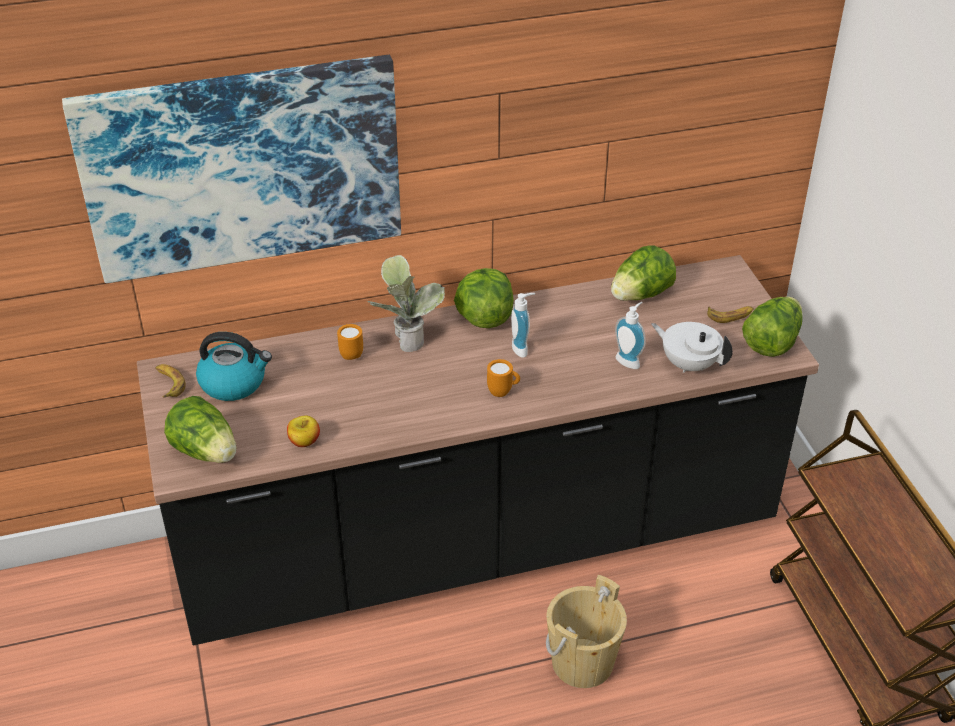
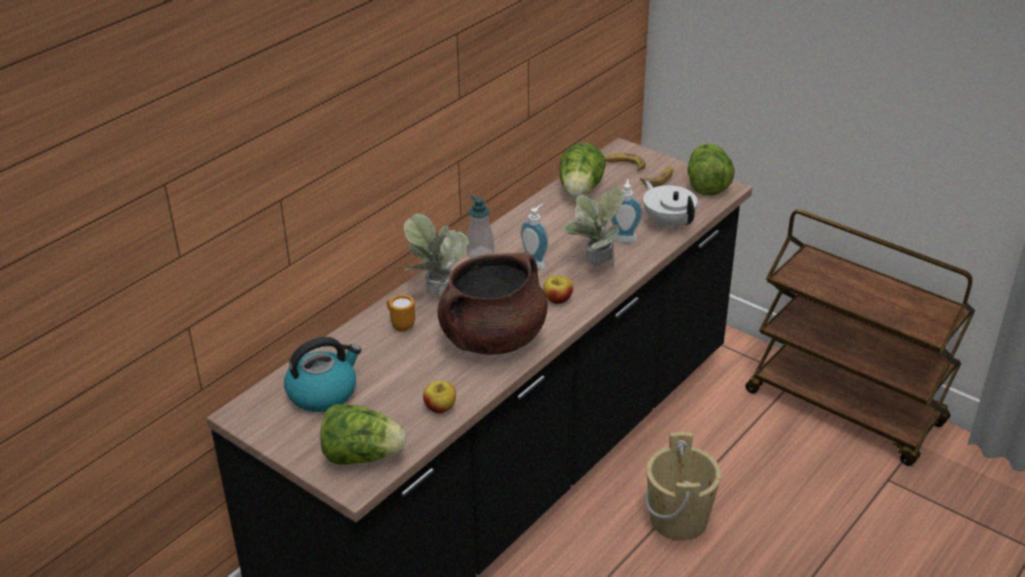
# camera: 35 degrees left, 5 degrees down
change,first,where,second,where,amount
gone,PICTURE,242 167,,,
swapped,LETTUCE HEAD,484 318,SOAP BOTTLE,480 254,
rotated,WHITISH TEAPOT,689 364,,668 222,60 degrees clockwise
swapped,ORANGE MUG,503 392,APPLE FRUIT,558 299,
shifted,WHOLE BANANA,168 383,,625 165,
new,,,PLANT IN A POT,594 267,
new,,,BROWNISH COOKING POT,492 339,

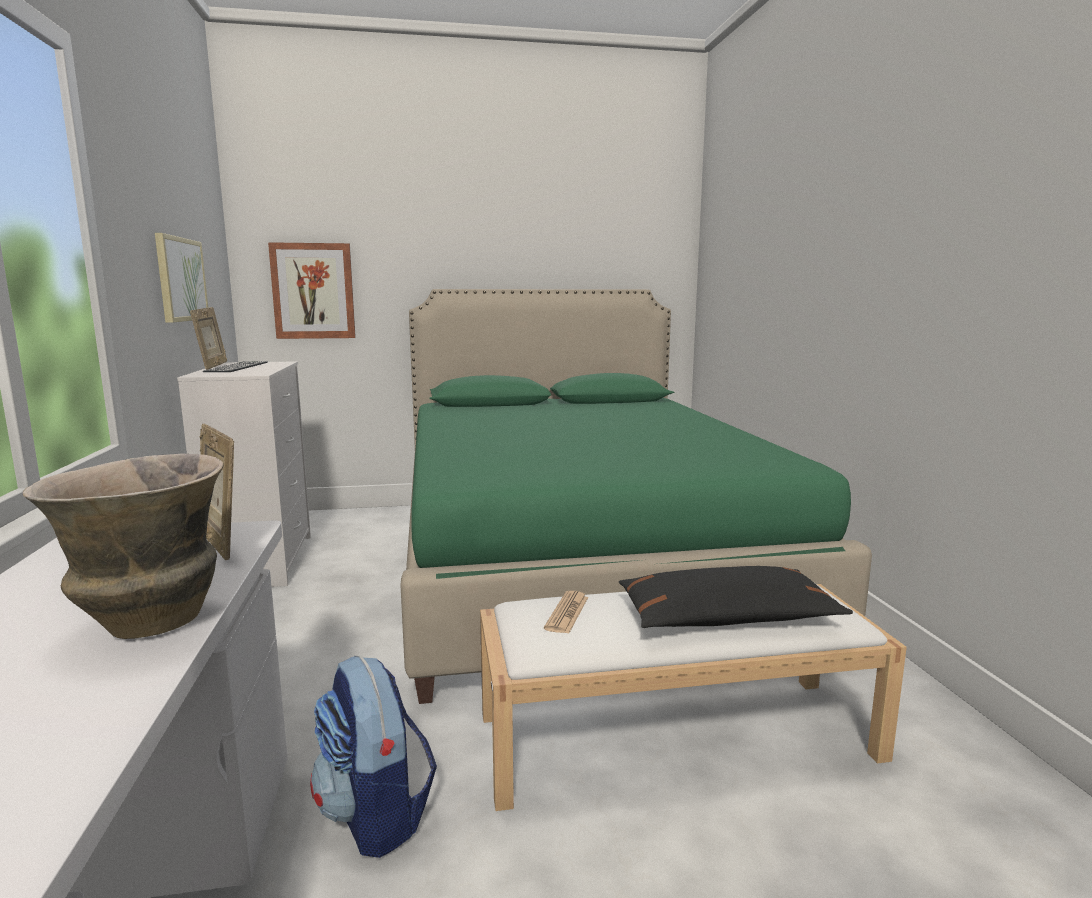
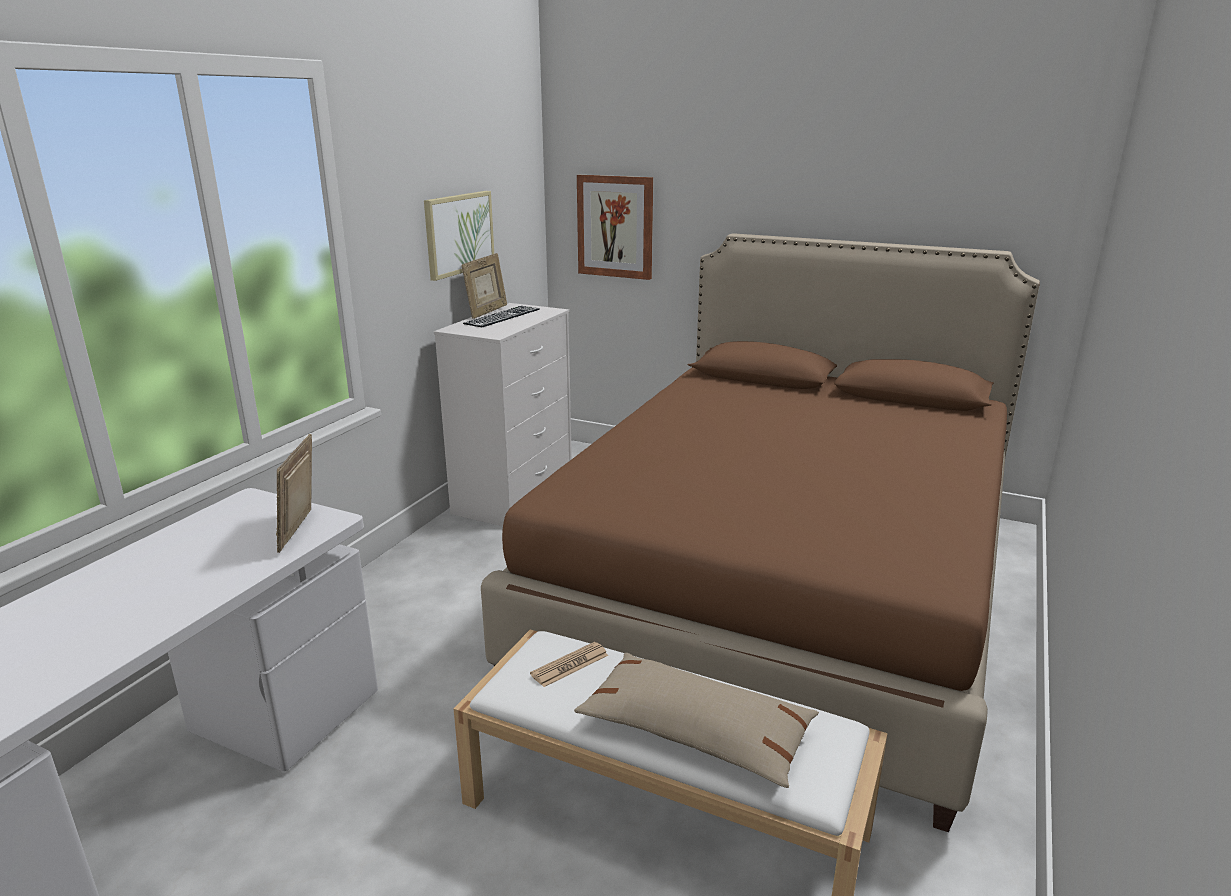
# camera: 35 degrees right, 10 degrees up
change,first,where,second,where,amount
repainted,GREENISH BEDROOM BED,577 564,BROWNISH BEDROOM BED,782 589,
gone,DECORATIVE VASE,149 624,,,
repainted,BLACKISH PILLOW,726 618,BEIGE PILLOW,695 732,
gone,RUCKSACK,376 815,,,

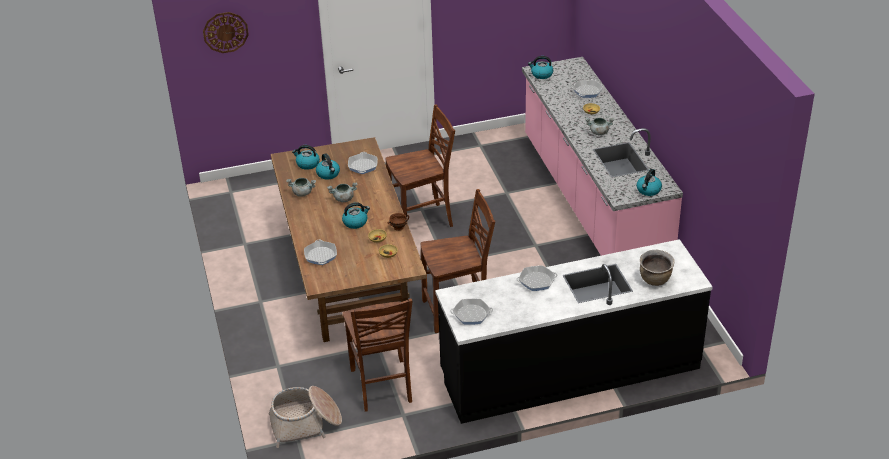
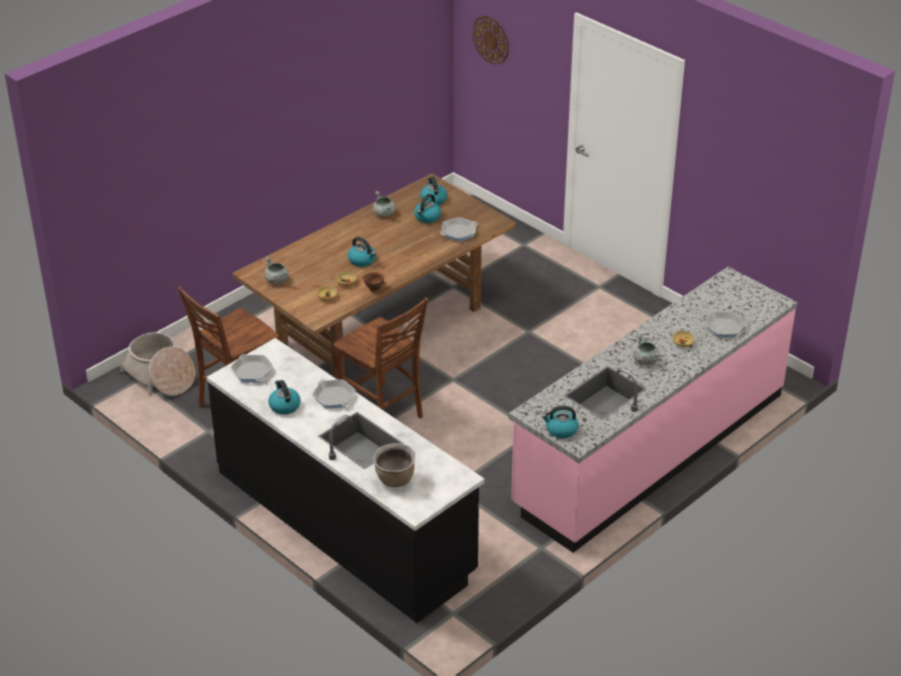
# camera: 60 degrees right, 0 degrees up
change,first,where,second,where,amount
shifted,TEA KETTLE,541 74,,284 406,
gone,BROWNISH PLAIN CHAIR,422 221,,,
shifted,GREYISH COOKING POT,343 199,,276 280,
gone,FRYING PAN,320 255,,,

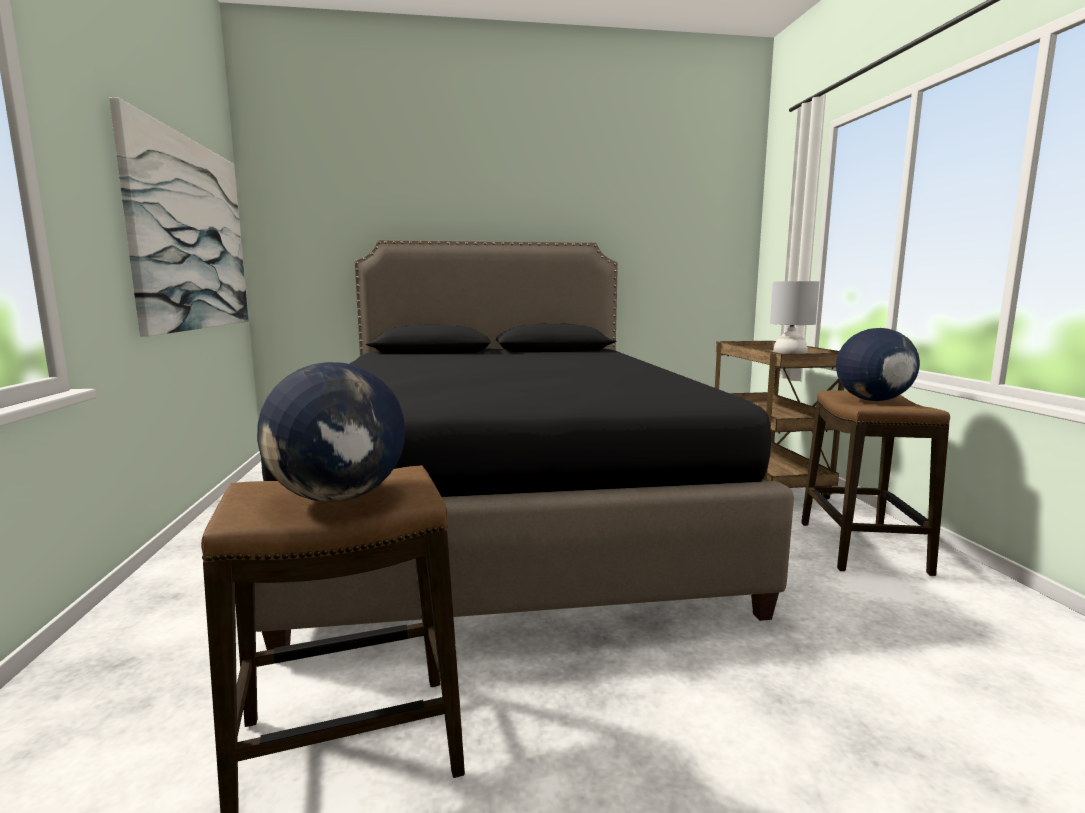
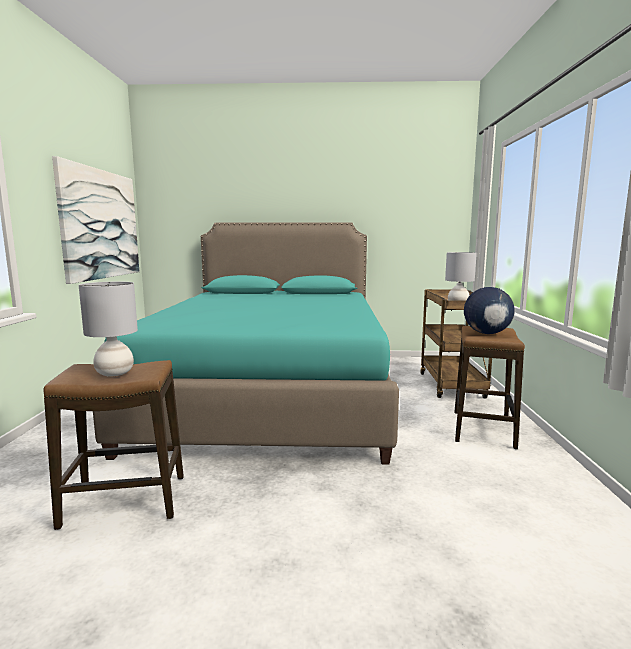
# camera: 10 degrees right, 0 degrees up
change,first,where,second,where,amount
repainted,BLACKISH BEDROOM BED,505 511,BLUE-GREEN BEDROOM BED,271 393,
swapped,WORLD GLOBE,339 498,GREYISH TABLETOP LAMP,115 373,

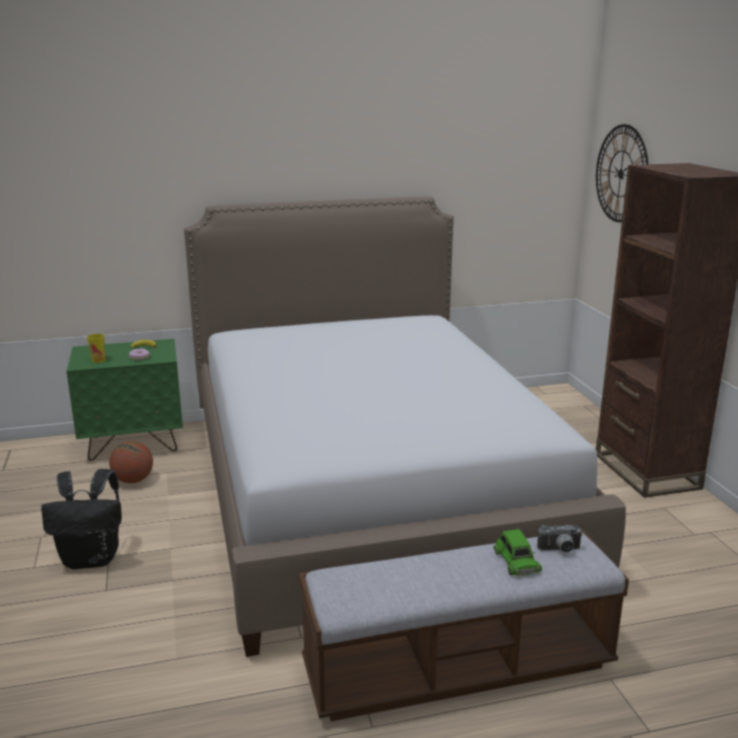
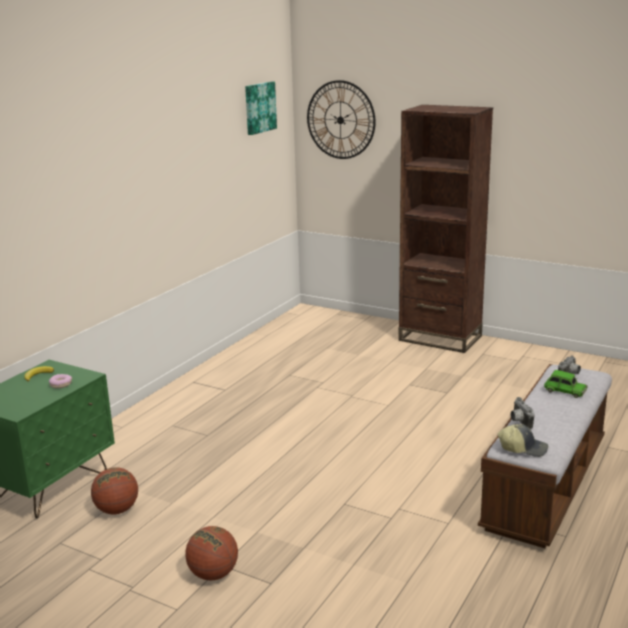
# camera: 45 degrees left, 0 degrees up
change,first,where,second,where,amount
gone,BEDROOM BED,369 493,,,
gone,SMALL CUP,98 360,,,
swapped,BLACKISH RUCKSACK,92 559,BALL FOR BASKETBALL,213 574,
new,,,PICTURE,259 107,
new,,,PHOTO CAMERA,519 421,
new,,,CAP,523 448,

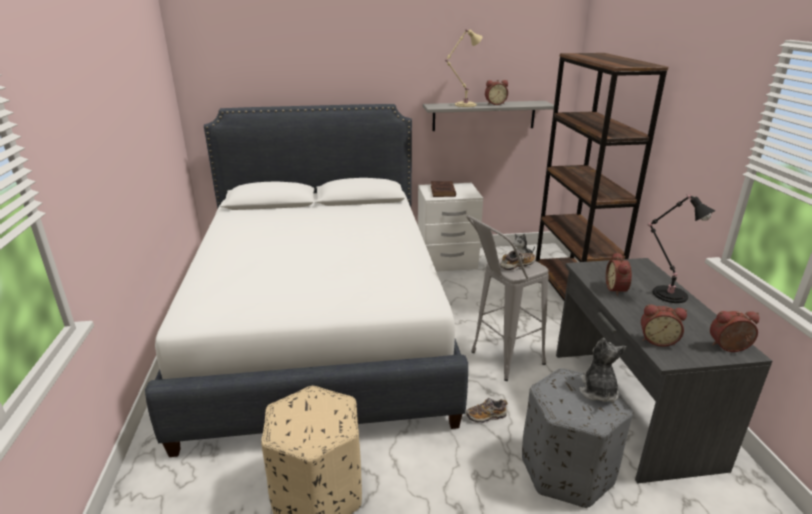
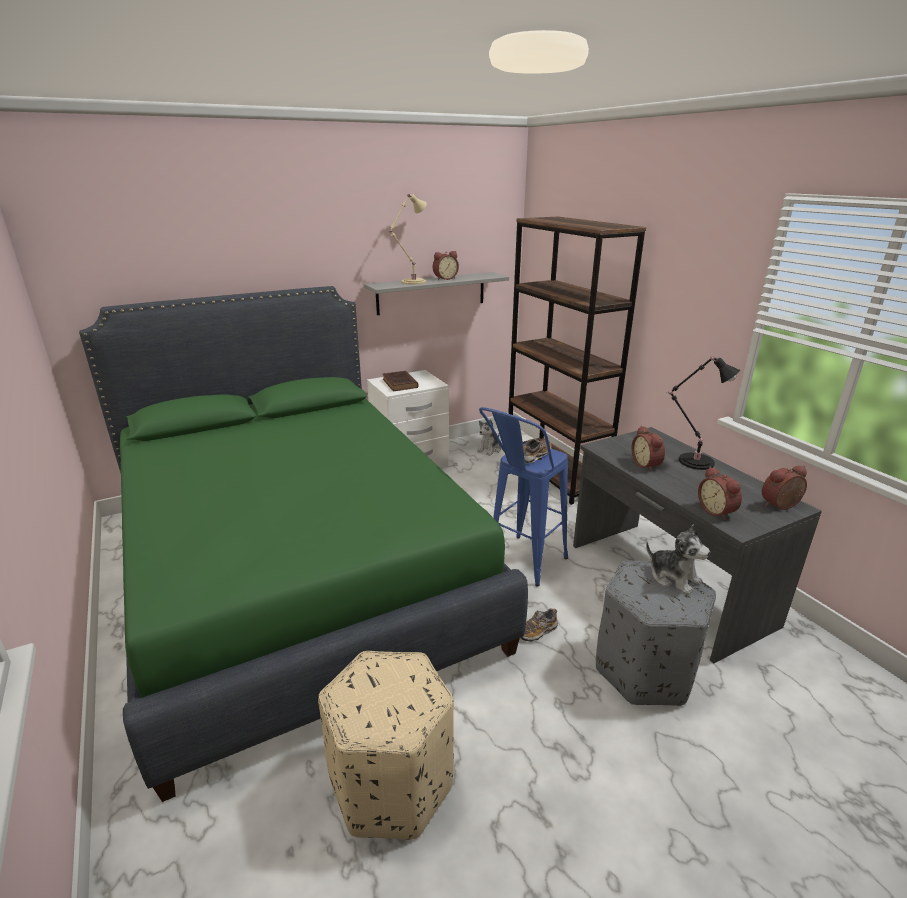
# camera: 20 degrees left, 0 degrees up
change,first,where,second,where,amount
repainted,WHITISH BEDROOM BED,320 328,GREENISH BEDROOM BED,297 572,
repainted,GREYISH SITTING STOOL,499 361,BLUISH SITTING STOOL,520 566,
rotated,TABLE CLOCK,657 340,,717 511,75 degrees clockwise
rotated,SOFT TOY,598 391,,673 577,150 degrees clockwise

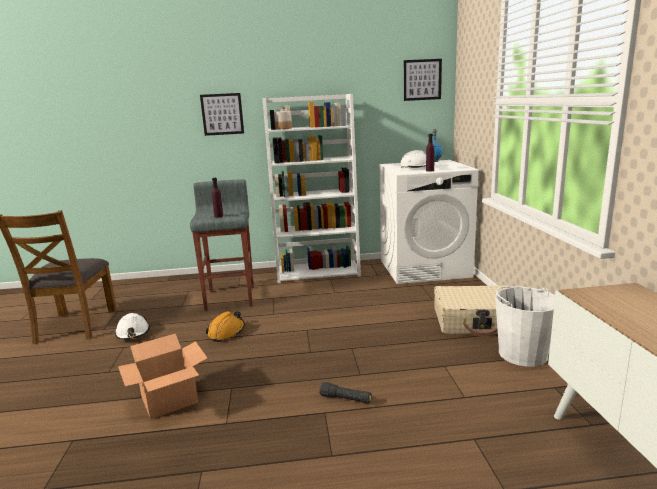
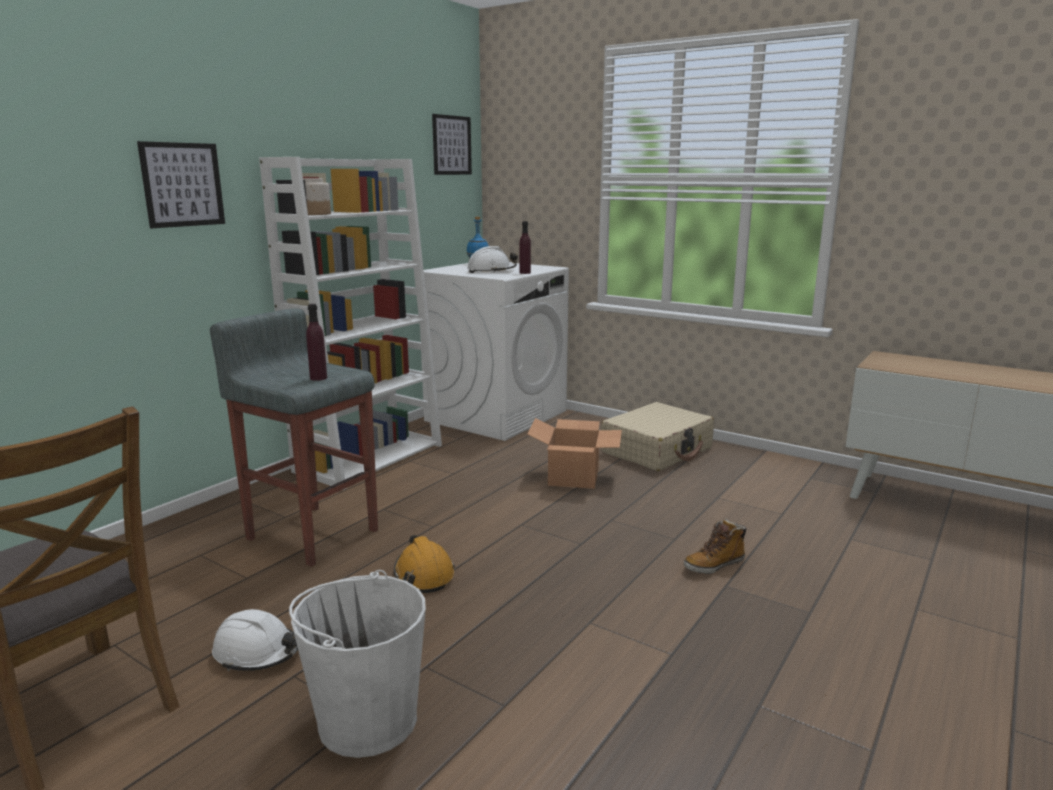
# camera: 50 degrees left, 0 degrees up
change,first,where,second,where,amount
shifted,WHITISH PAIL,522 354,,367 720,
shifted,PACKING BOX,170 399,,573 477,
swapped,BLACKISH TORCH,345 399,HIGH-TOP BOOT,714 565,

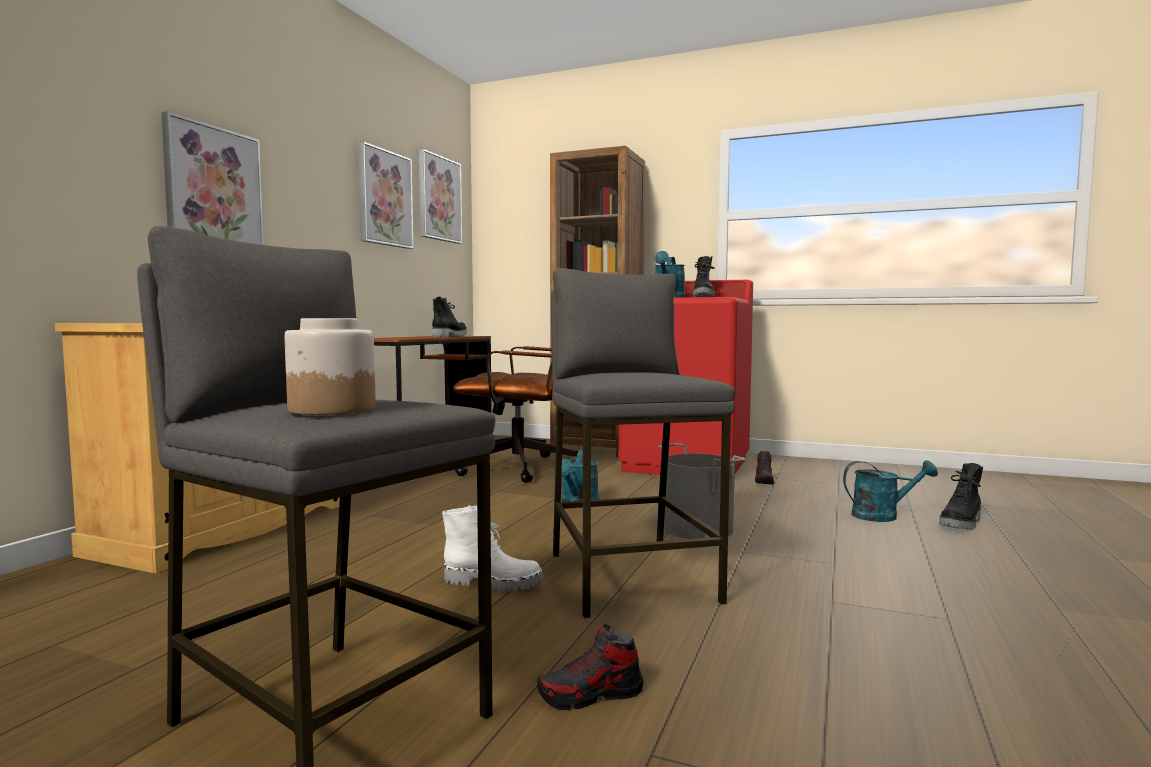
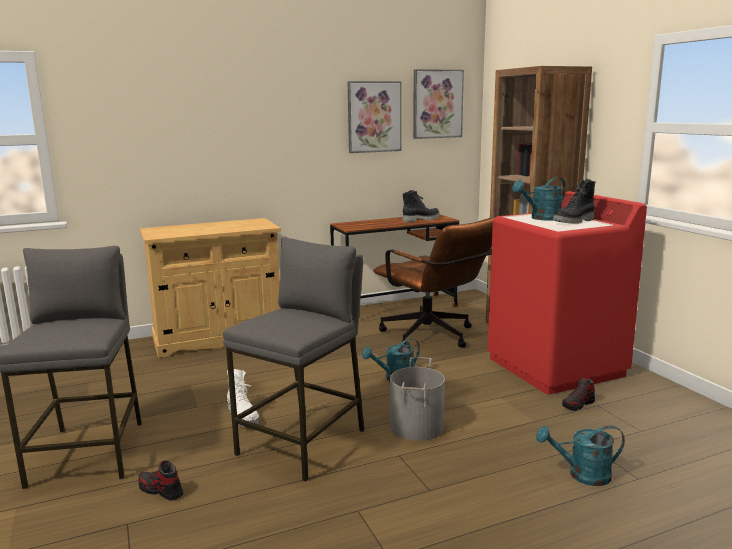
# camera: 45 degrees right, 10 degrees up
change,first,where,second,where,amount
gone,PICTURE,213 192,,,
gone,STORAGE JAR,331 409,,,
rotated,BLUE-GREEN WATERING CAN,882 516,,582 475,135 degrees clockwise
gone,BLACKISH HIGH-TOP BOOT,962 524,,,

